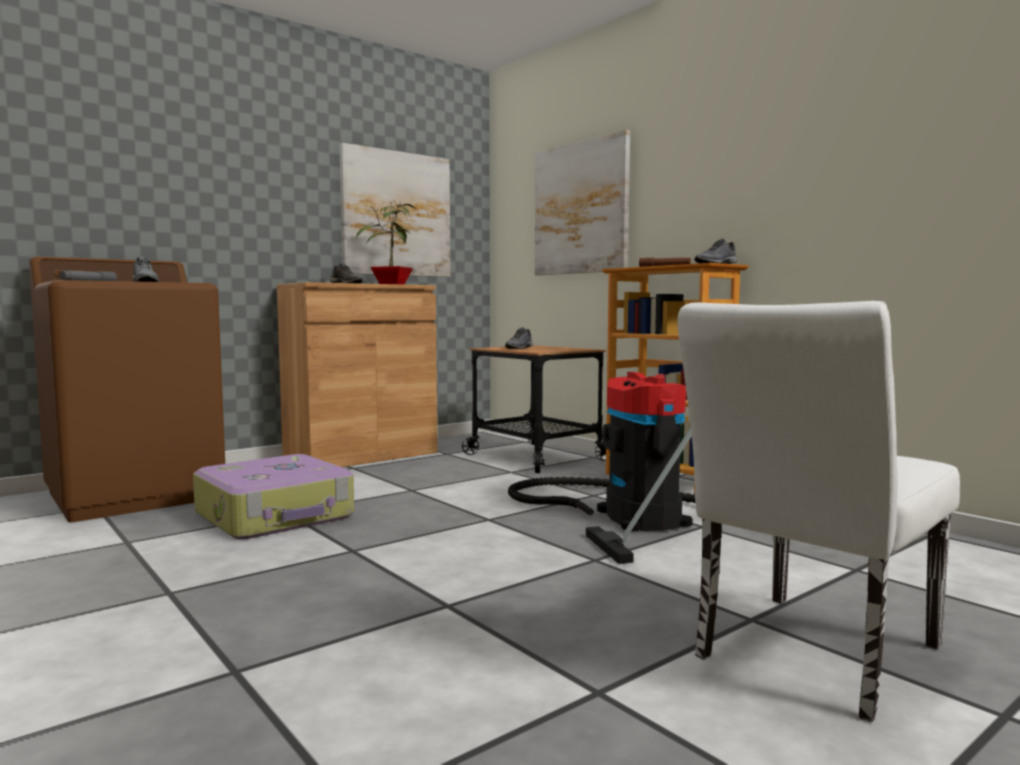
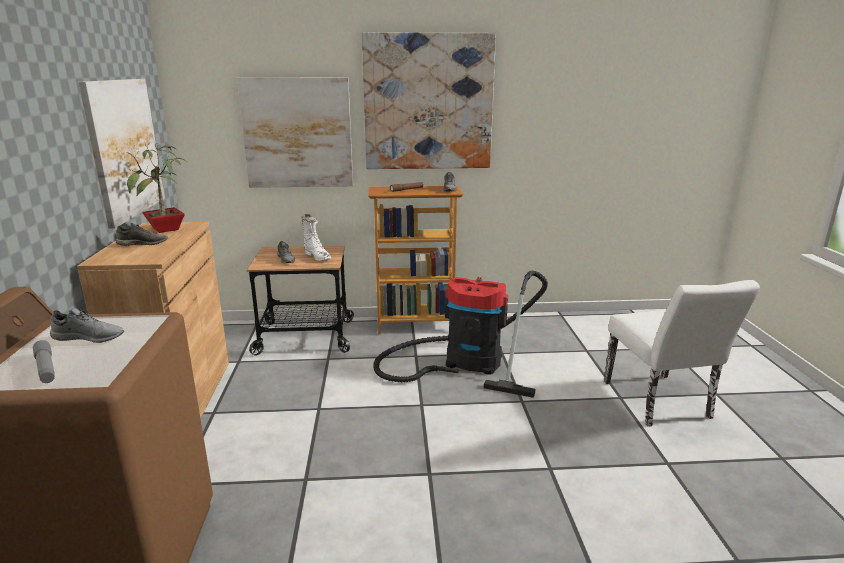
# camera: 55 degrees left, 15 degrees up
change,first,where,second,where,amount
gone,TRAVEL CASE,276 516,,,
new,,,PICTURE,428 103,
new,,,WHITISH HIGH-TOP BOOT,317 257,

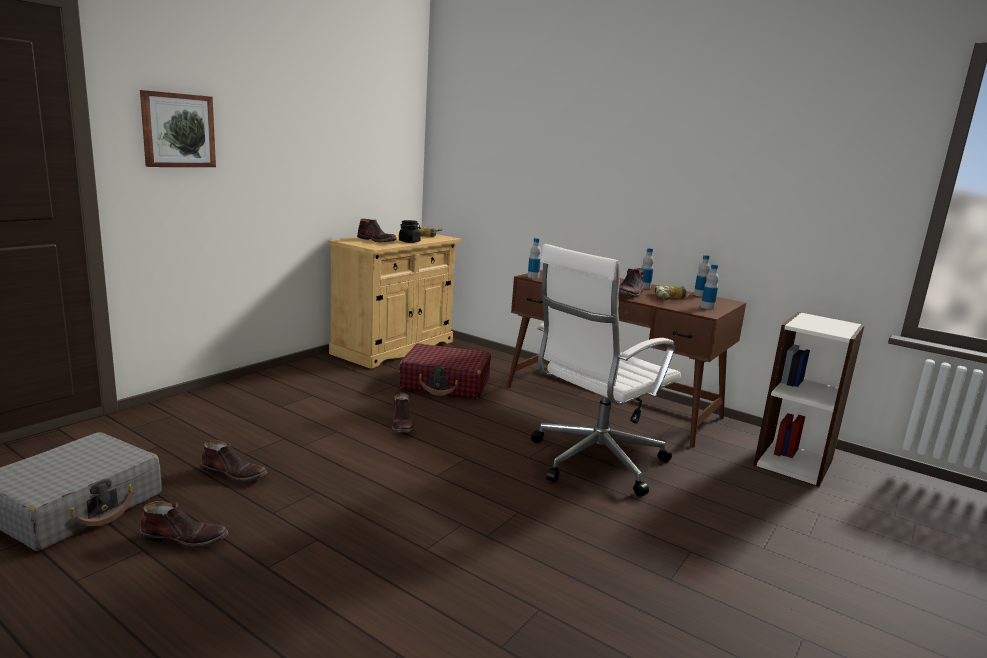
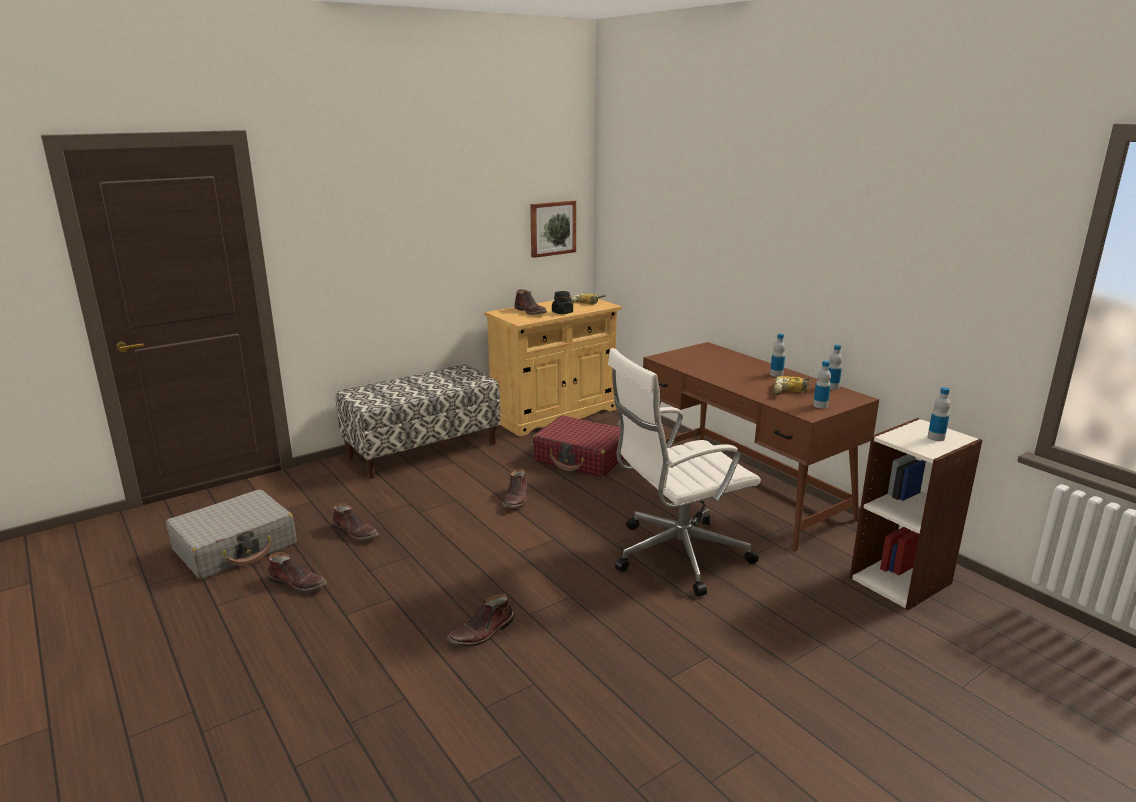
# camera: 20 degrees right, 5 degrees up
change,first,where,second,where,amount
shifted,PICTURE,178 130,,552 228,
shifted,BEVERAGE BOTTLE,533 277,,936 437,
shifted,BROWNISH HIGH-TOP BOOT,629 294,,482 633,
new,,,INDOOR BENCH,423 449,

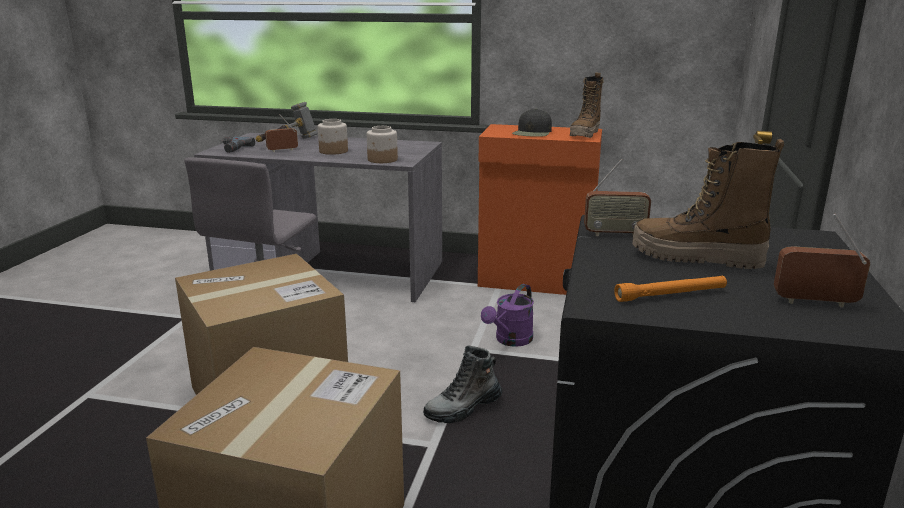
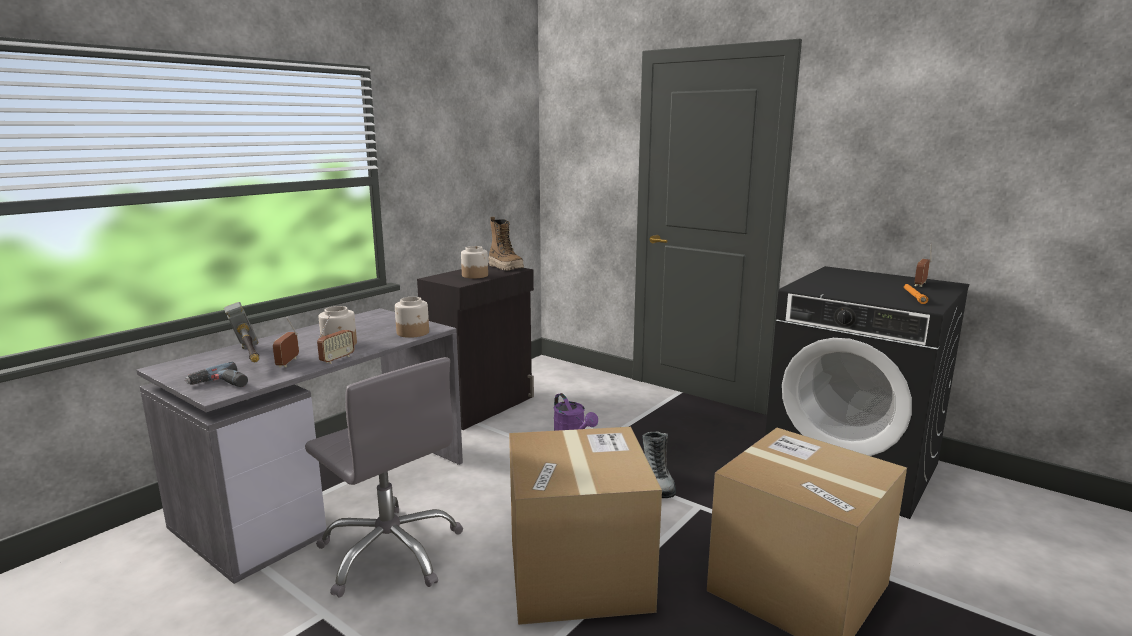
# camera: 65 degrees left, 5 degrees down
change,first,where,second,where,amount
swapped,BLACKISH CAP,532 133,STORAGE JAR,475 275,
repainted,ORANGE CUPBOARD,536 281,BLACKISH CUPBOARD,482 406,
gone,HIGH-TOP BOOT,696 258,,,
shifted,RADIO,614 234,,337 359,

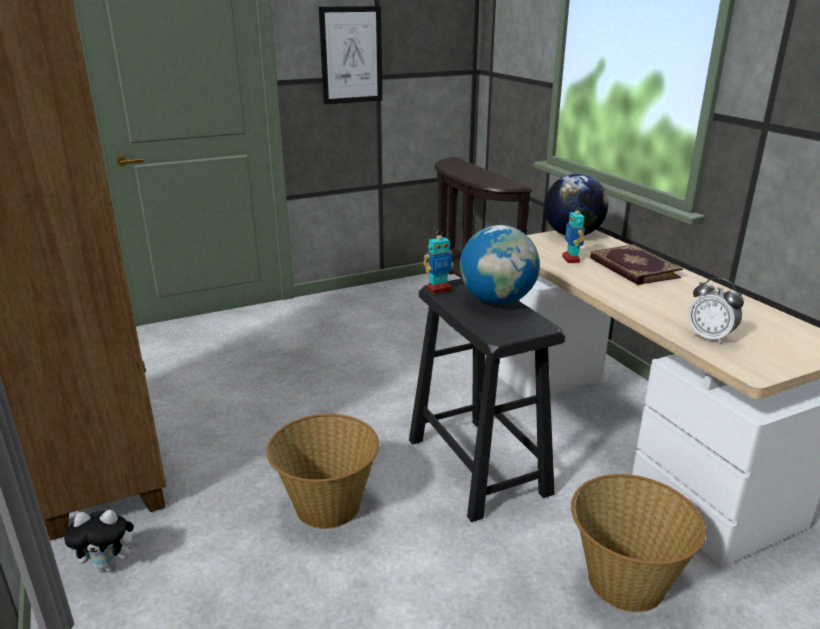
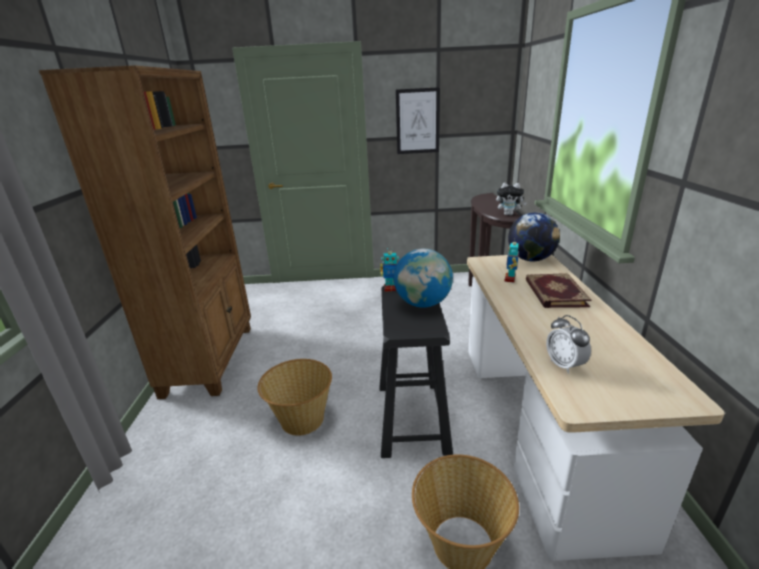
# camera: 25 degrees right, 0 degrees up
change,first,where,second,where,amount
shifted,SOFT TOY,110 566,,509 214,

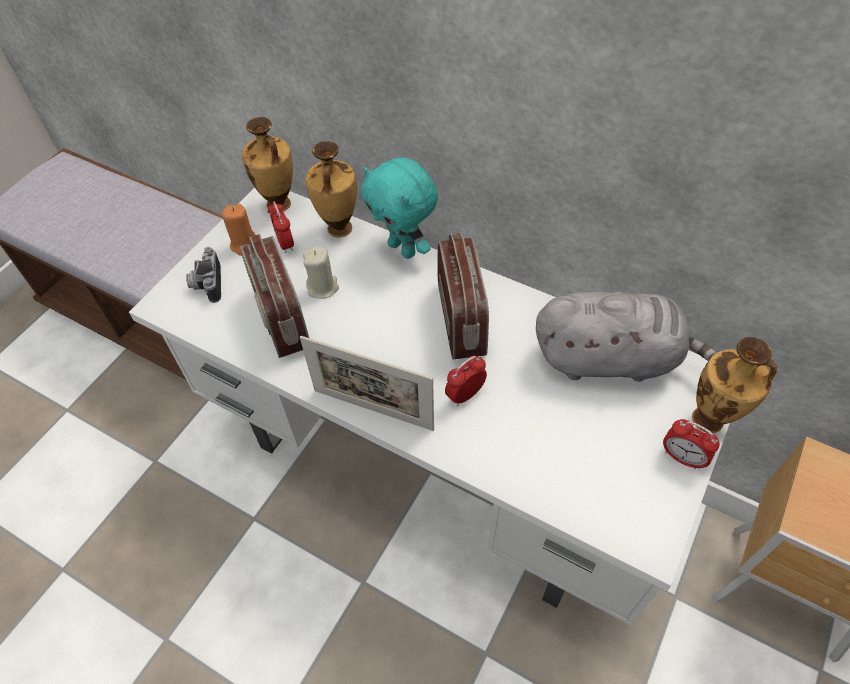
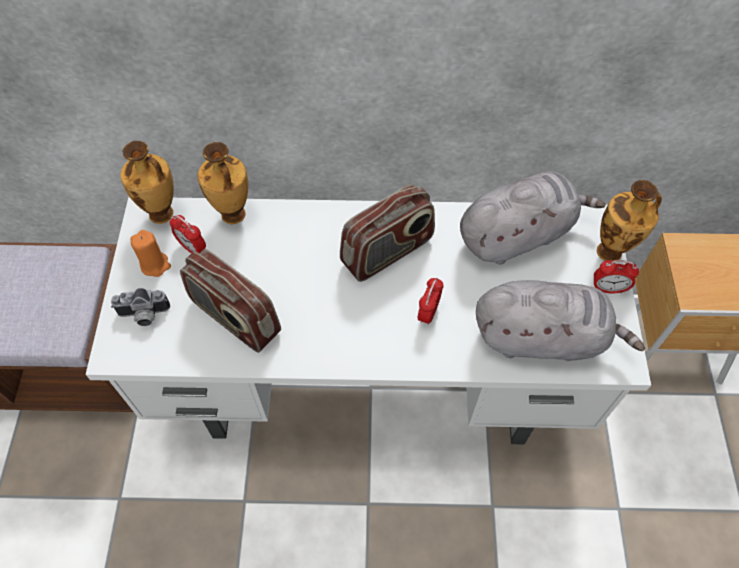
# camera: 30 degrees left, 5 degrees up
change,first,where,second,where,amount
gone,BLUE-GREEN SOFT TOY,403 249,,,
rotated,RADIO,462 319,,387 252,90 degrees clockwise
gone,BEIGE CANDLE,323 287,,,
rotated,PHOTO CAMERA,206 283,,143 316,60 degrees counterclockwise
gone,PICTURE FRAME,373 409,,,
new,,,GREYISH SOFT TOY,543 337,

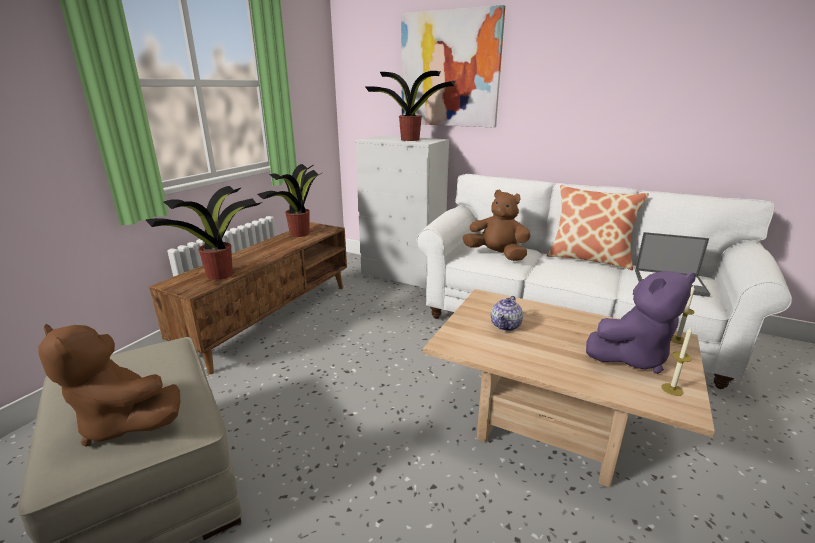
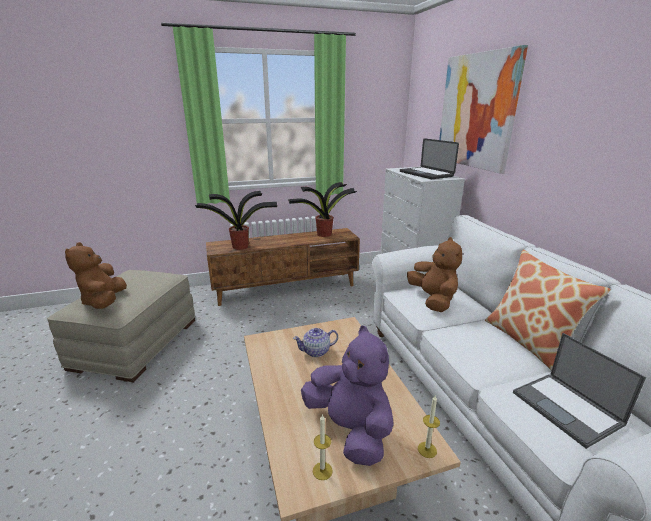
# camera: 45 degrees right, 0 degrees up
change,first,where,second,where,amount
swapped,PLANT IN A POT,409 139,PORTABLE COMPUTER,426 174,
rotated,PURPLE-COLOURED SOFT TOY,631 357,,350 429,150 degrees counterclockwise

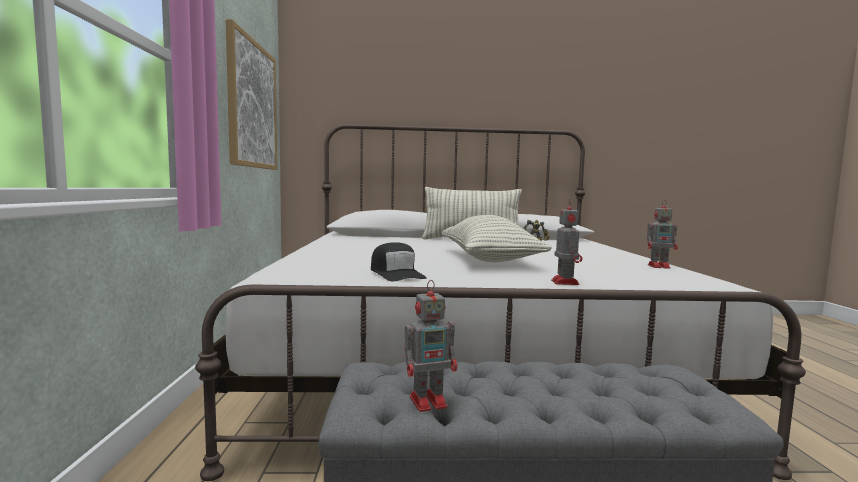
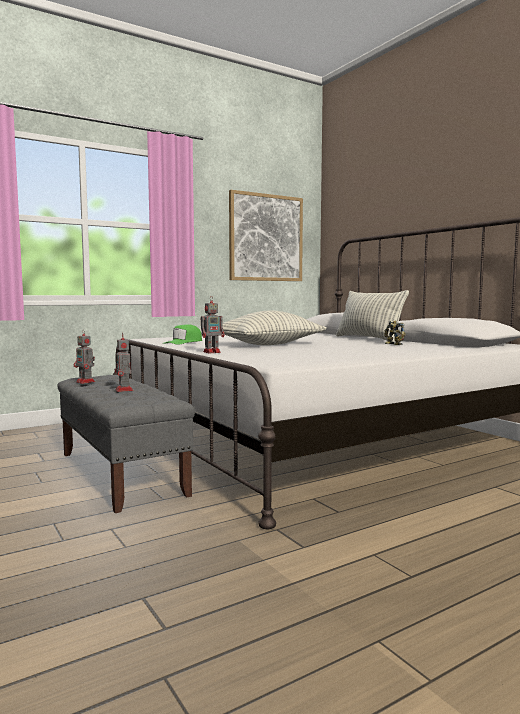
# camera: 60 degrees right, 0 degrees up
change,first,where,second,where,amount
shifted,ROBOT FIGURE,660 266,,124 390,
repainted,BLACKISH CAP,396 274,GREENISH CAP,183 342,

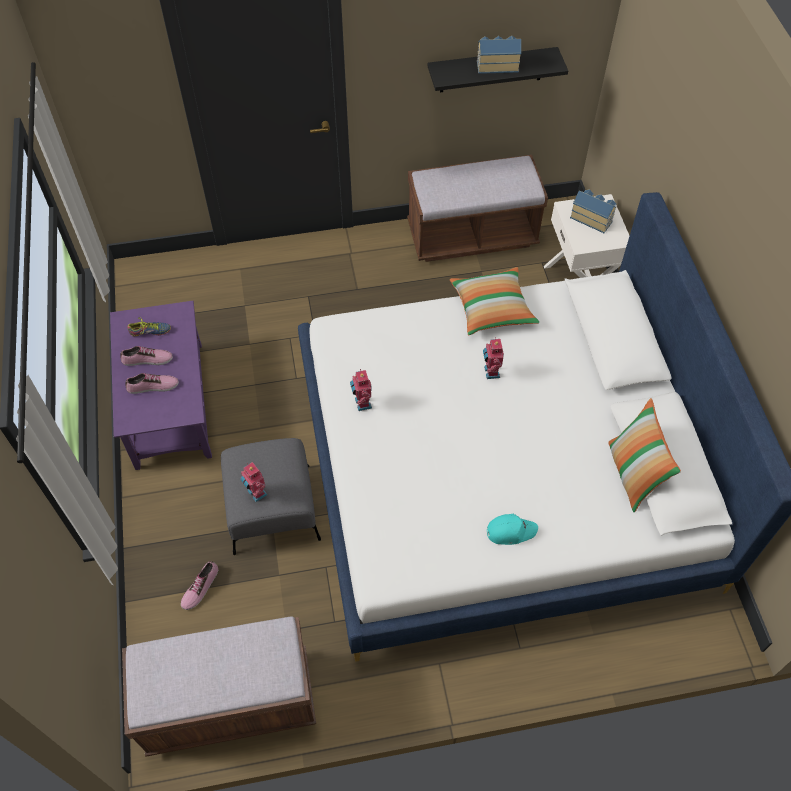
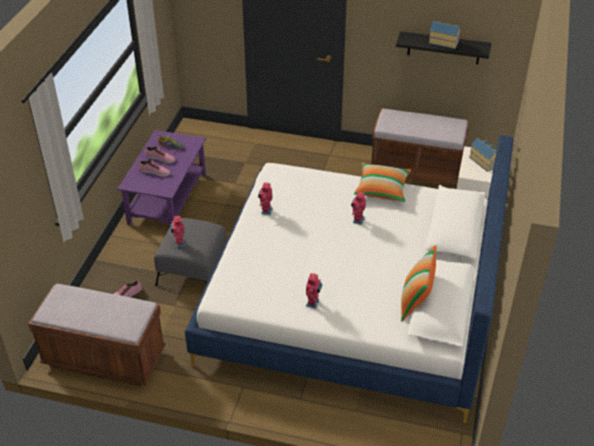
# camera: 25 degrees right, 15 degrees down
change,first,where,second,where,amount
swapped,BLUE-GREEN CAP,510 531,ROBOT FIGURE,313 303,

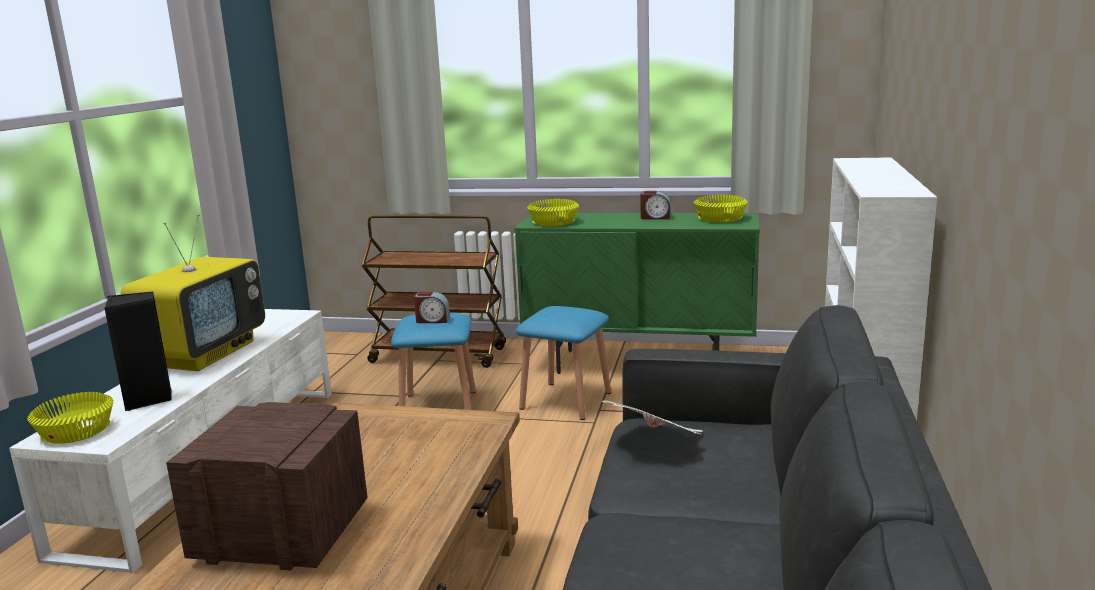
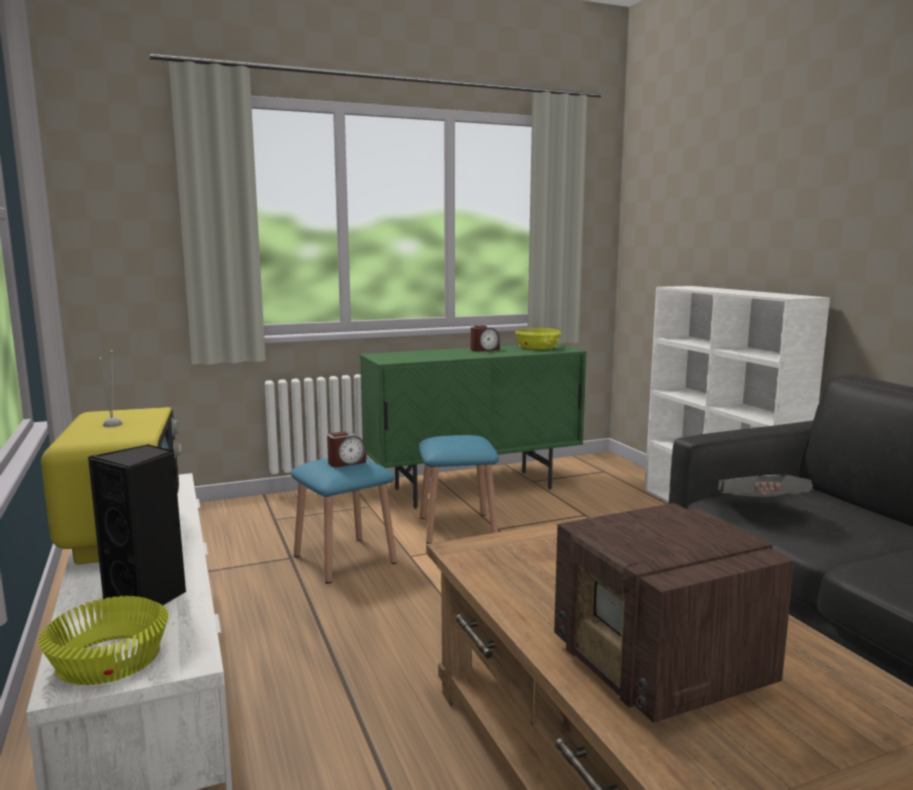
# camera: 35 degrees left, 5 degrees down
change,first,where,second,where,amount
gone,YELLOWISH BOWL,554 222,,,
gone,BROWNISH CART,439 355,,,
rotated,RADIO,280 534,,662 669,90 degrees counterclockwise

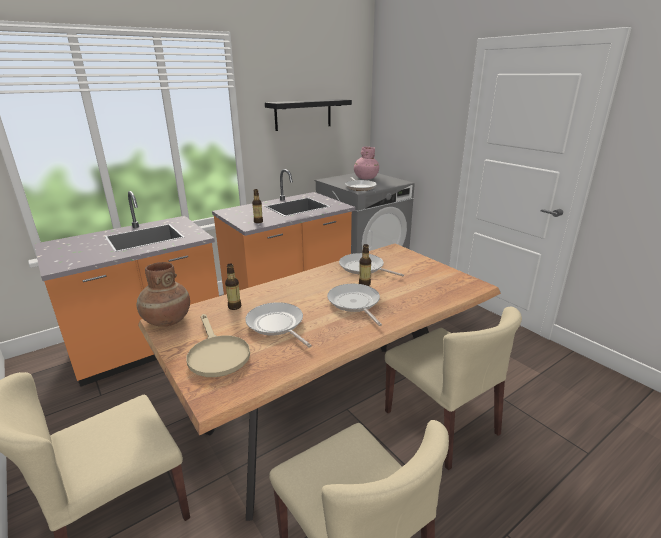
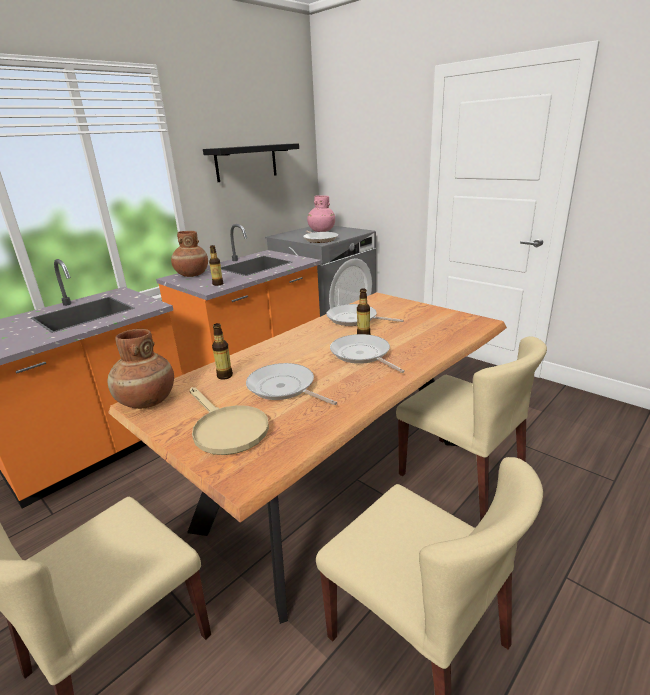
# camera: 10 degrees left, 0 degrees up
change,first,where,second,where,amount
new,,,BROWNISH DECORATIVE VASE,192 274,

